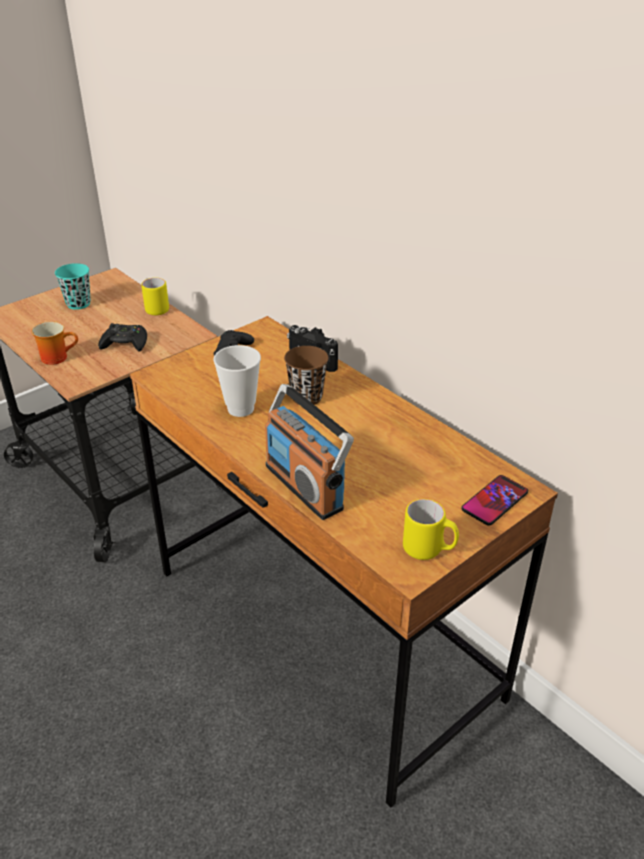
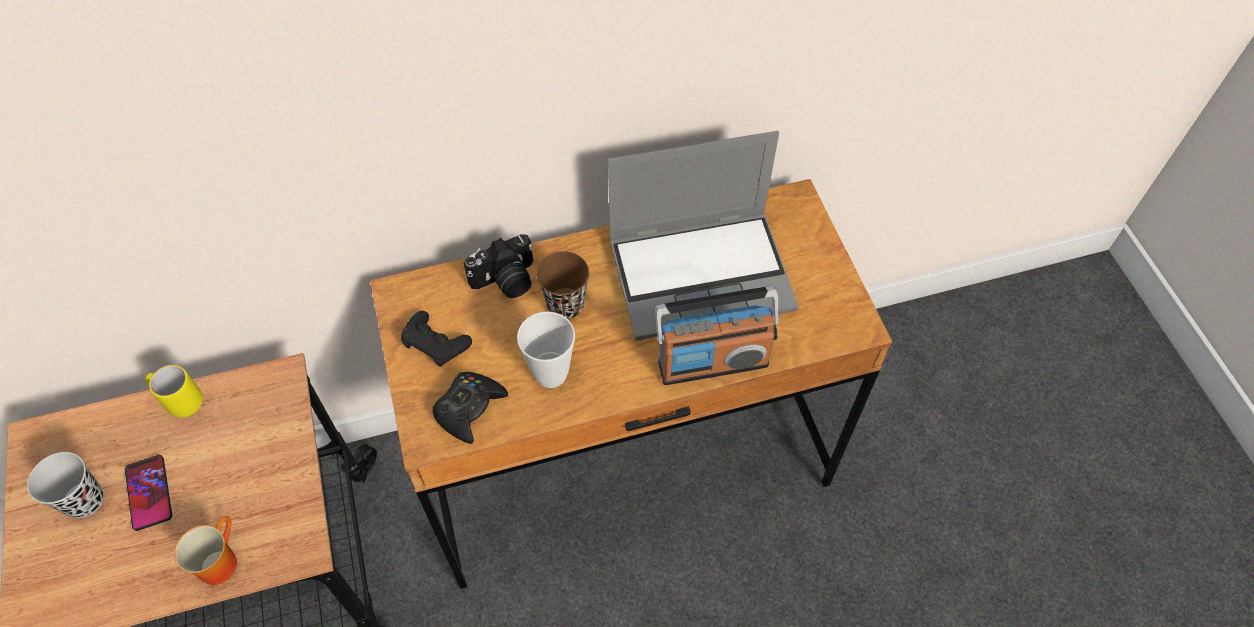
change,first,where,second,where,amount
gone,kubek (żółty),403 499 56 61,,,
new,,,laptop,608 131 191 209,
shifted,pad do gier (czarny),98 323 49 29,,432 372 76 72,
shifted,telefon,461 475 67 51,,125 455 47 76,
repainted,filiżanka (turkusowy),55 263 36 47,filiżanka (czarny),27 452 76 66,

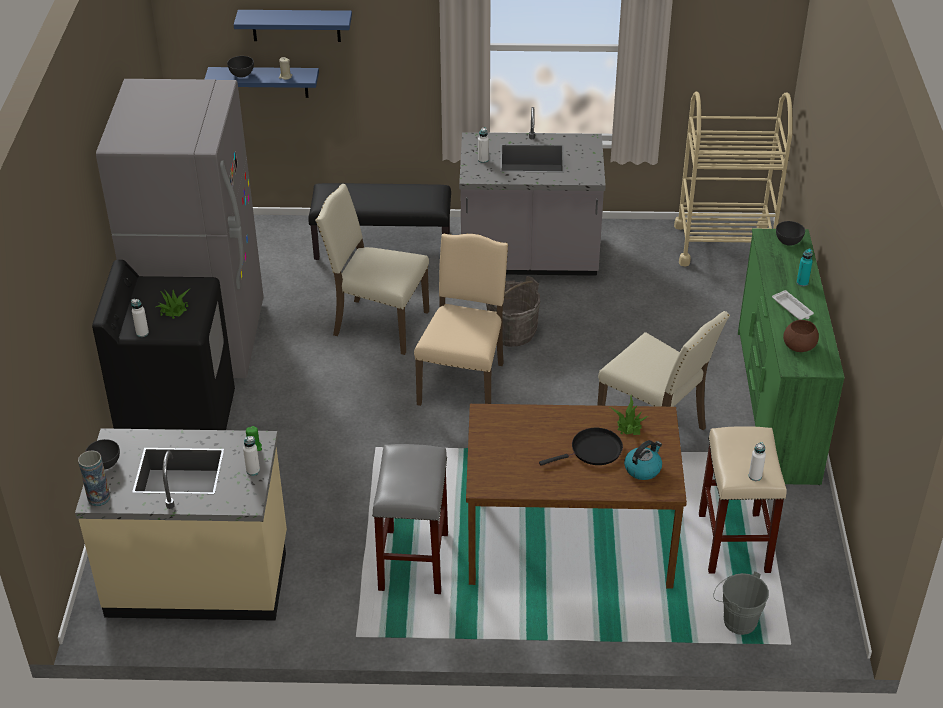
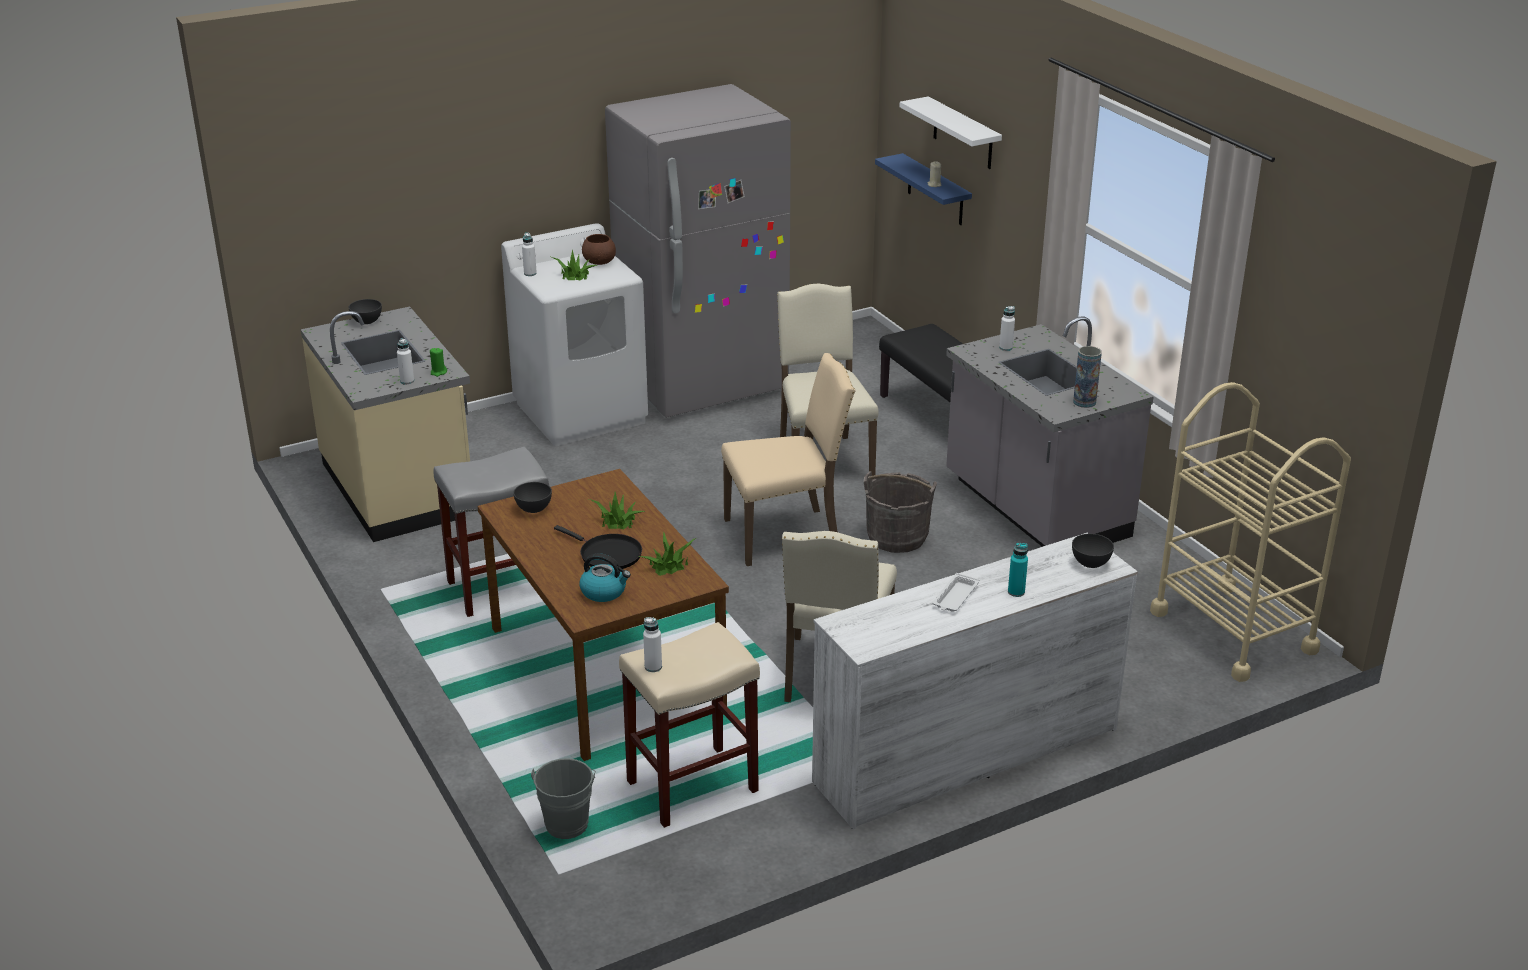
change,first,where,second,where,amount
new,,,roślina doniczkowa,589 492 57 37,
shifted,wazon,78 450 32 56,,1073 346 29 62,
shifted,miska (szary),227 56 27 22,,513 482 39 31,
shifted,miska (brązowy),783 320 36 32,,582 234 34 31,
repainted,pralka (czarny),92 260 143 170,pralka (biały),501 223 147 223,
repainted,półka (niebieski),234 10 118 32,półka (biały),899 96 103 73,
repainted,komoda (zielony),738 229 107 256,komoda (biały),812 533 326 296,

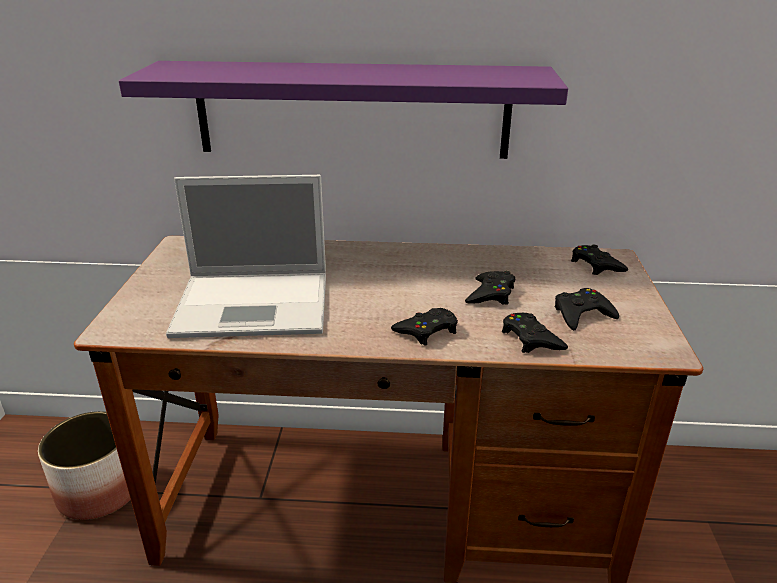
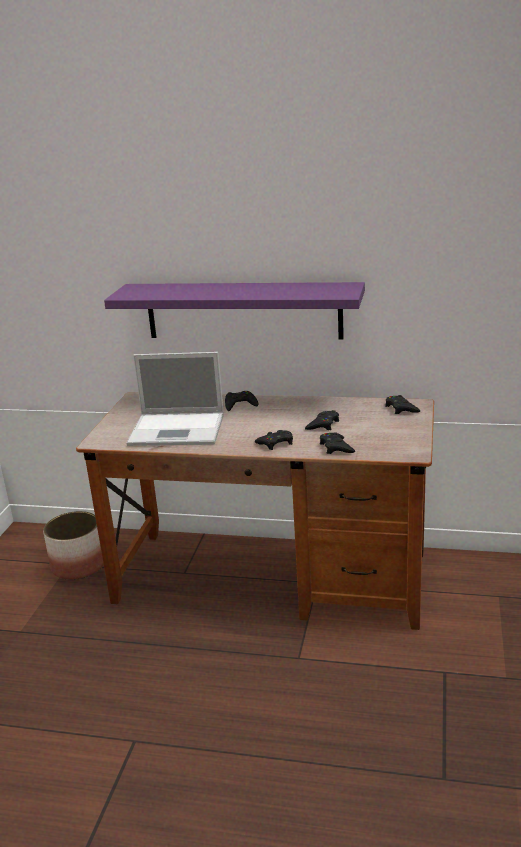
change,first,where,second,where,amount
shifted,pad do gier (czarny),555 288 64 42,,225 391 33 20,

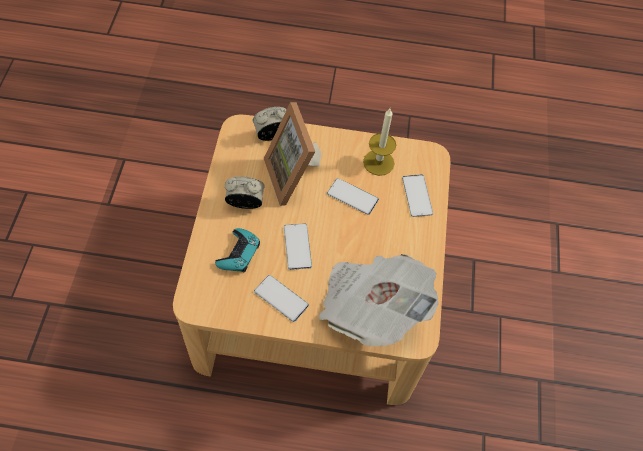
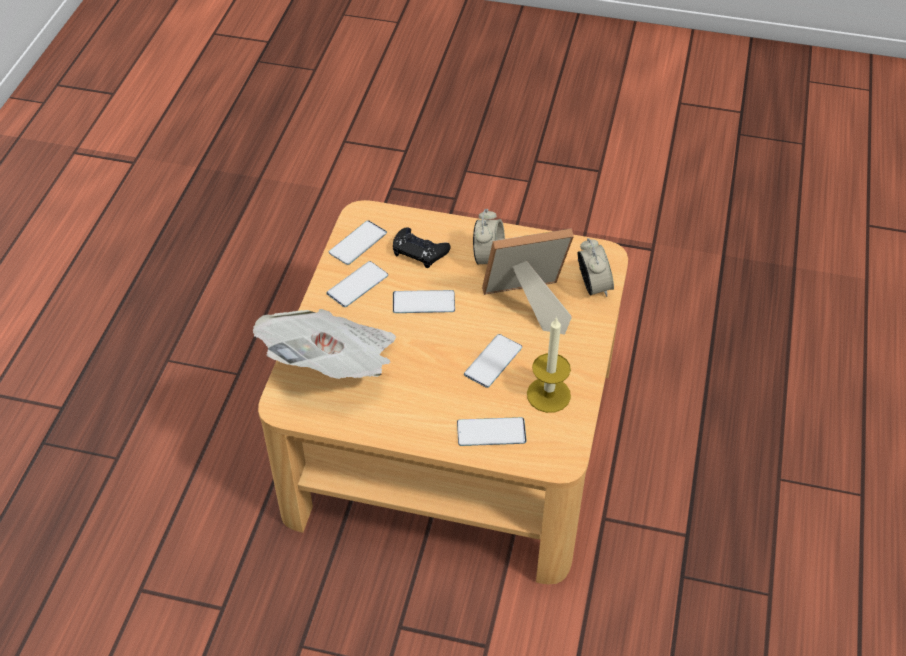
change,first,where,second,where,amount
new,,,telefon,329 221 58 44,
repainted,pad do gier (turkusowy),215 228 45 44,pad do gier (czarny),393 228 58 40,

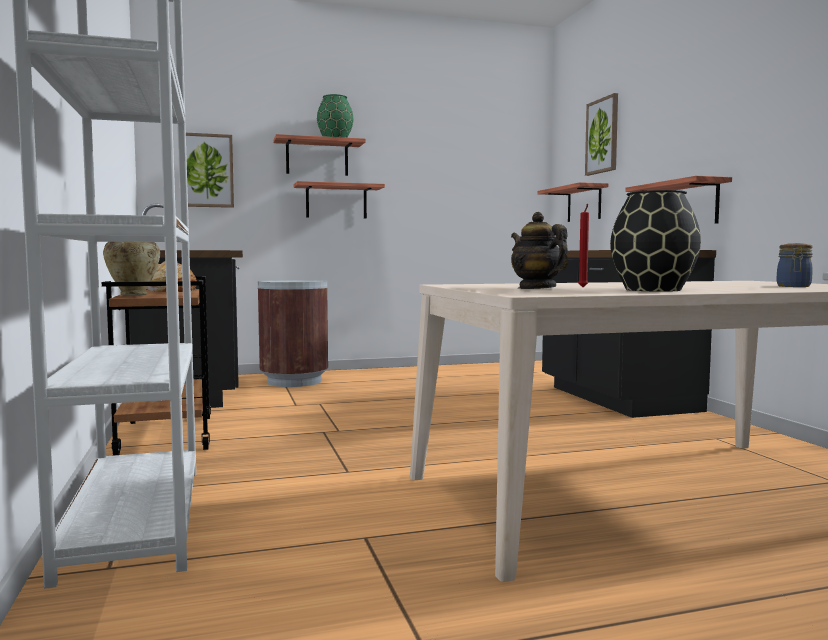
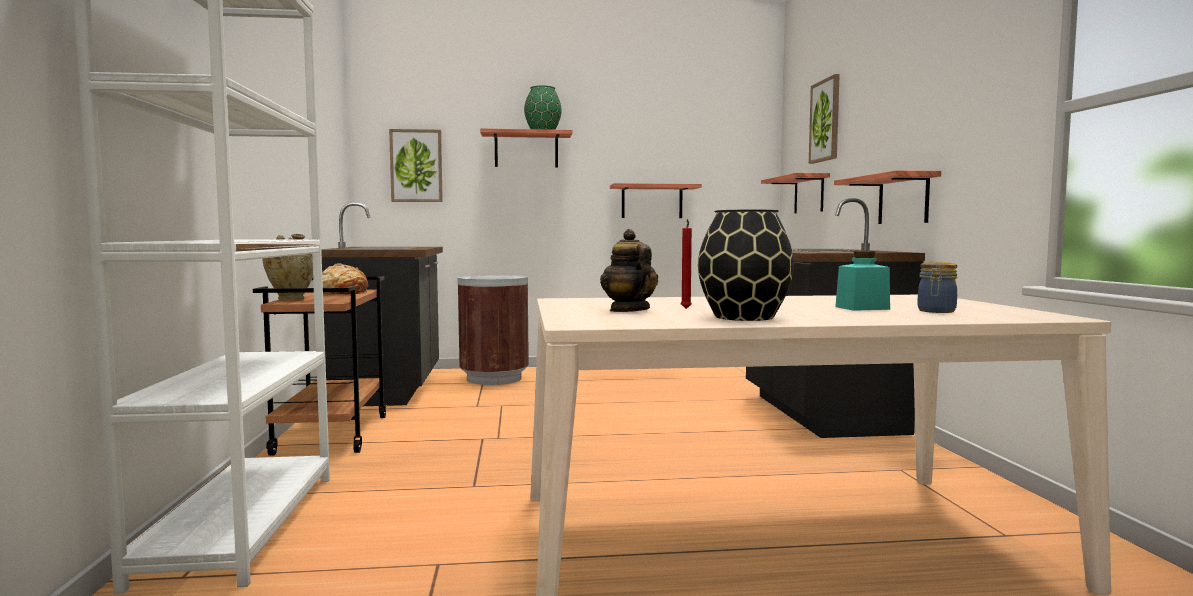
change,first,where,second,where,amount
new,,,słoik (turkusowy),835 251 55 60,
shifted,półka,294 181 91 38,,610 183 92 35,

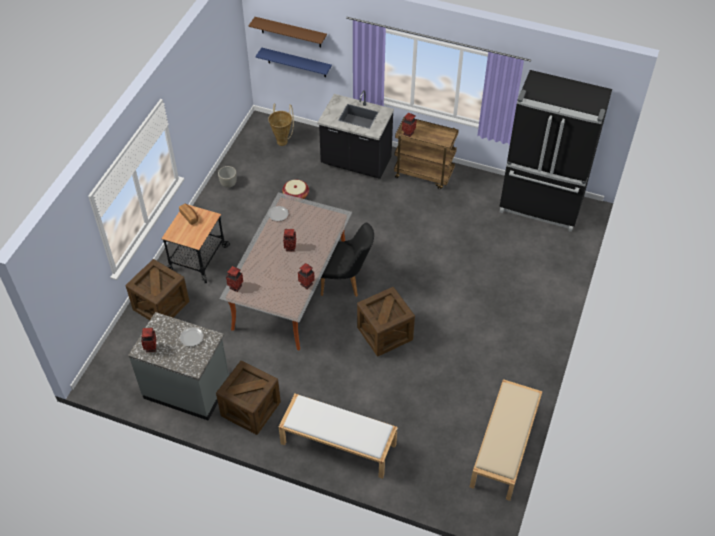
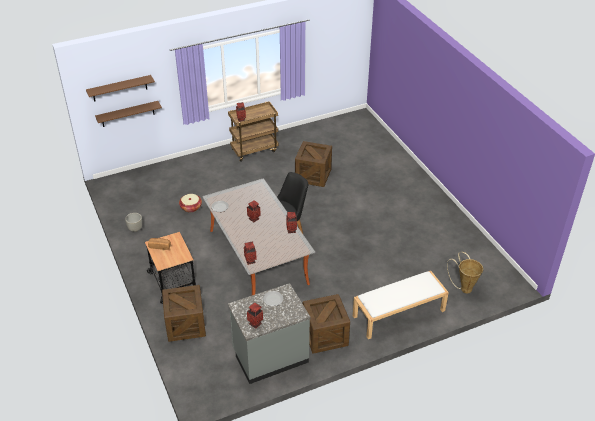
change,first,where,second,where,amount
gone,zabudowa kuchenna (czarny),317 90 77 89,,,
gone,ławka (beżowy),470 379 73 122,,,
gone,lodówka (czarny),500 70 112 162,,,
shifted,koszyk,268 103 26 43,,447 252 36 41,
shifted,skrzynka,357 287 58 69,,295 141 37 46,
repainted,półka (niebieski),256 48 76 29,półka (brązowy),95 101 67 26,

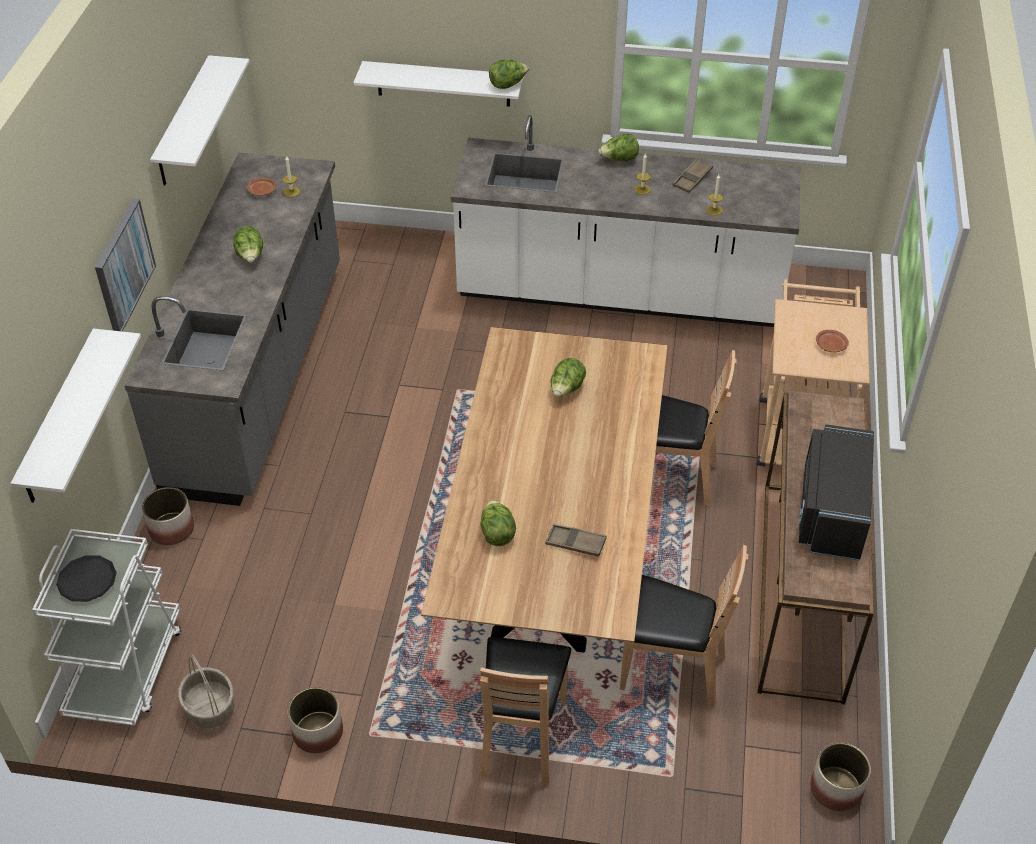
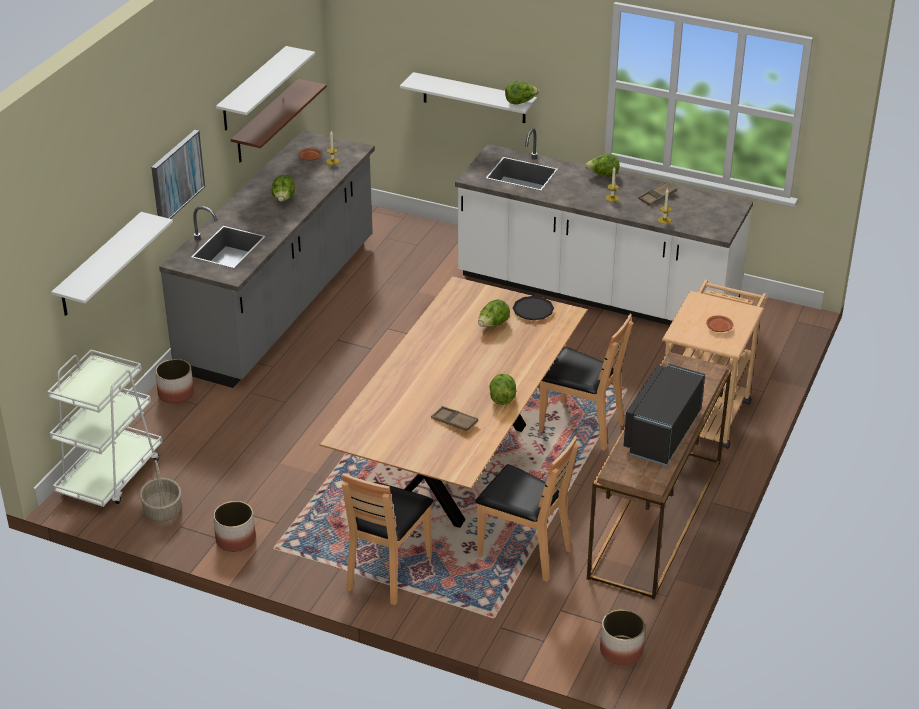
change,first,where,second,where,amount
new,,,półka (brązowy),231 79 96 83,
shifted,talerz (czarny),56 556 61 46,,513 296 41 24,
shifted,sałata,480 500 36 46,,490 373 26 32,

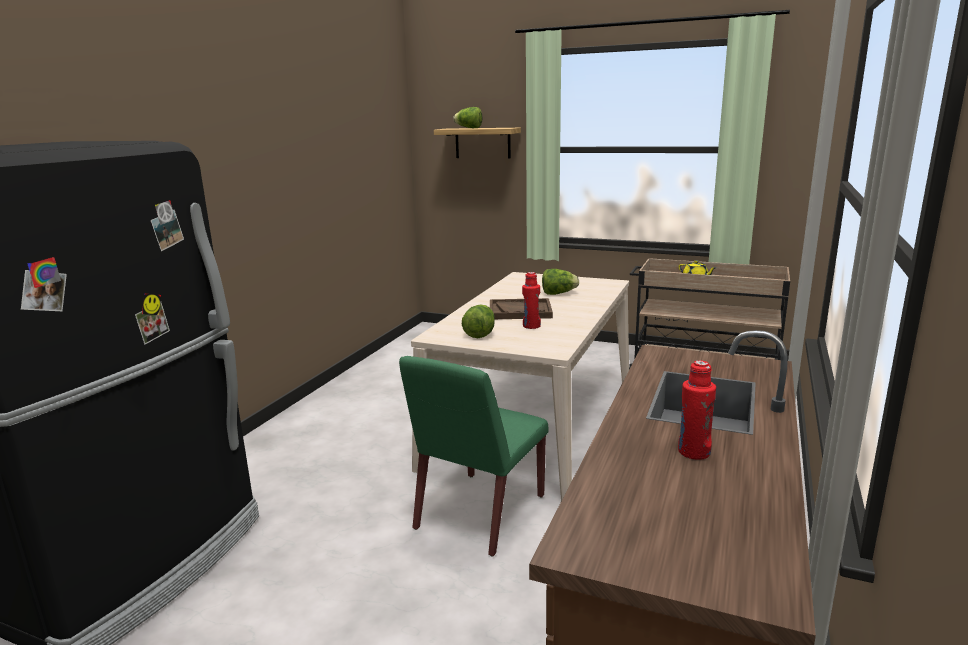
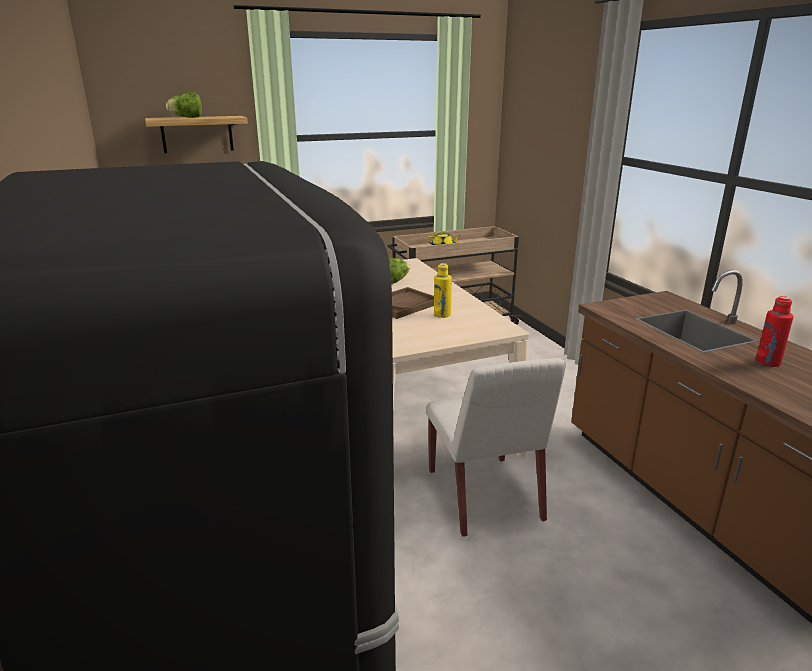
change,first,where,second,where,amount
gone,sałata,462 304 33 34,,,
repainted,krzesło (zielony),399 356 150 201,krzesło (biały),426 358 140 179,
repainted,butelka (czerwony),522 272 19 57,butelka (żółty),434 263 18 55,

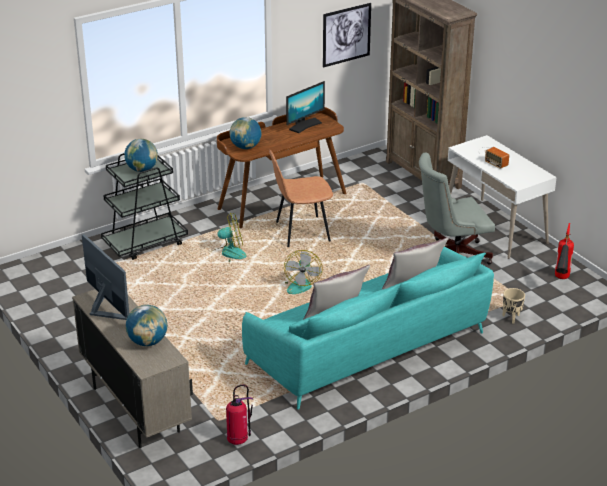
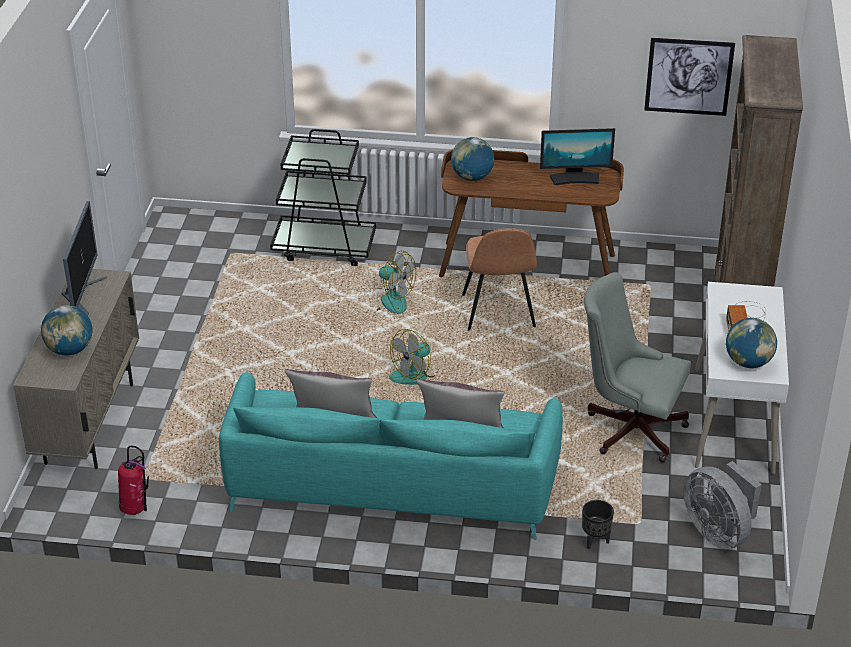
change,first,where,second,where,amount
shifted,globus,124 139 34 33,,726 318 51 50,
swapped,gaśnica,555 223 19 56,wentylator (szary),683 461 79 88,
repainted,donica (beżowy),503 288 22 36,donica (czarny),582 500 32 49,
rotated,krzesło (brązowy),269 150 64 97,,462 228 75 102,120 degrees counterclockwise

